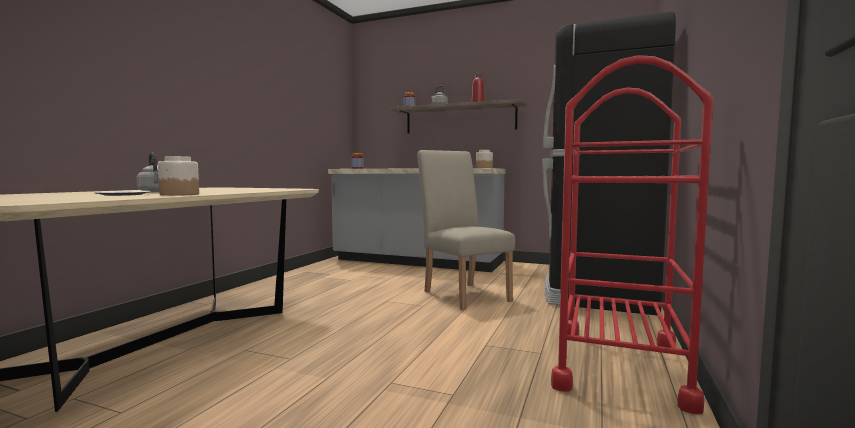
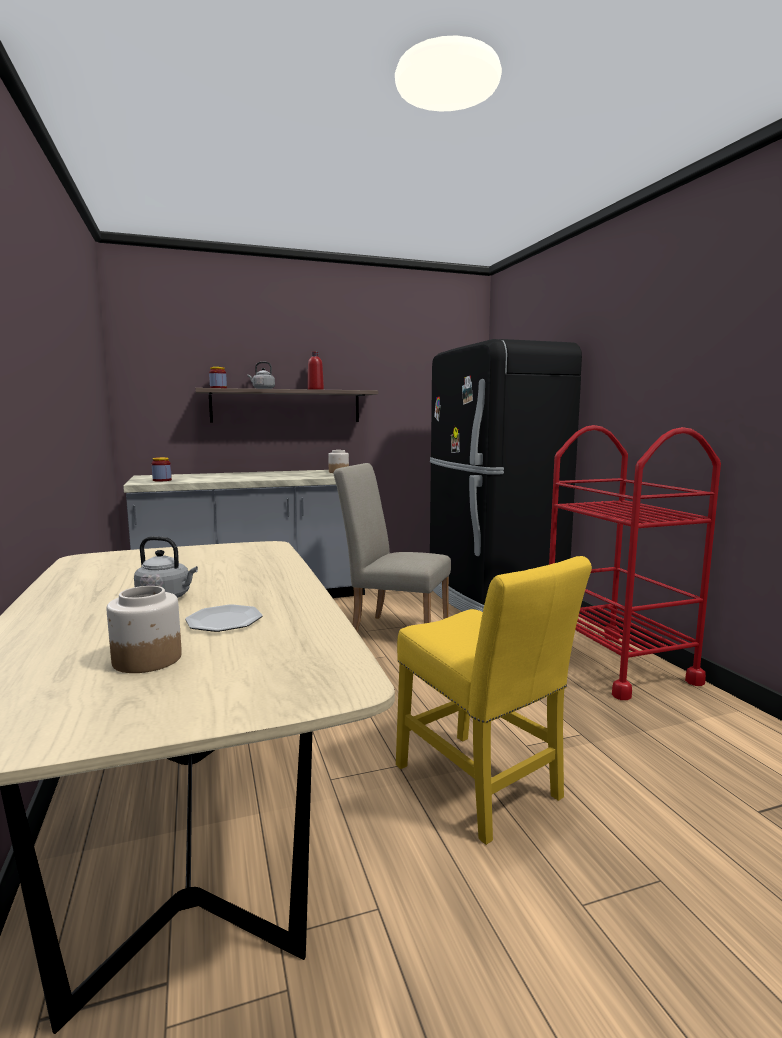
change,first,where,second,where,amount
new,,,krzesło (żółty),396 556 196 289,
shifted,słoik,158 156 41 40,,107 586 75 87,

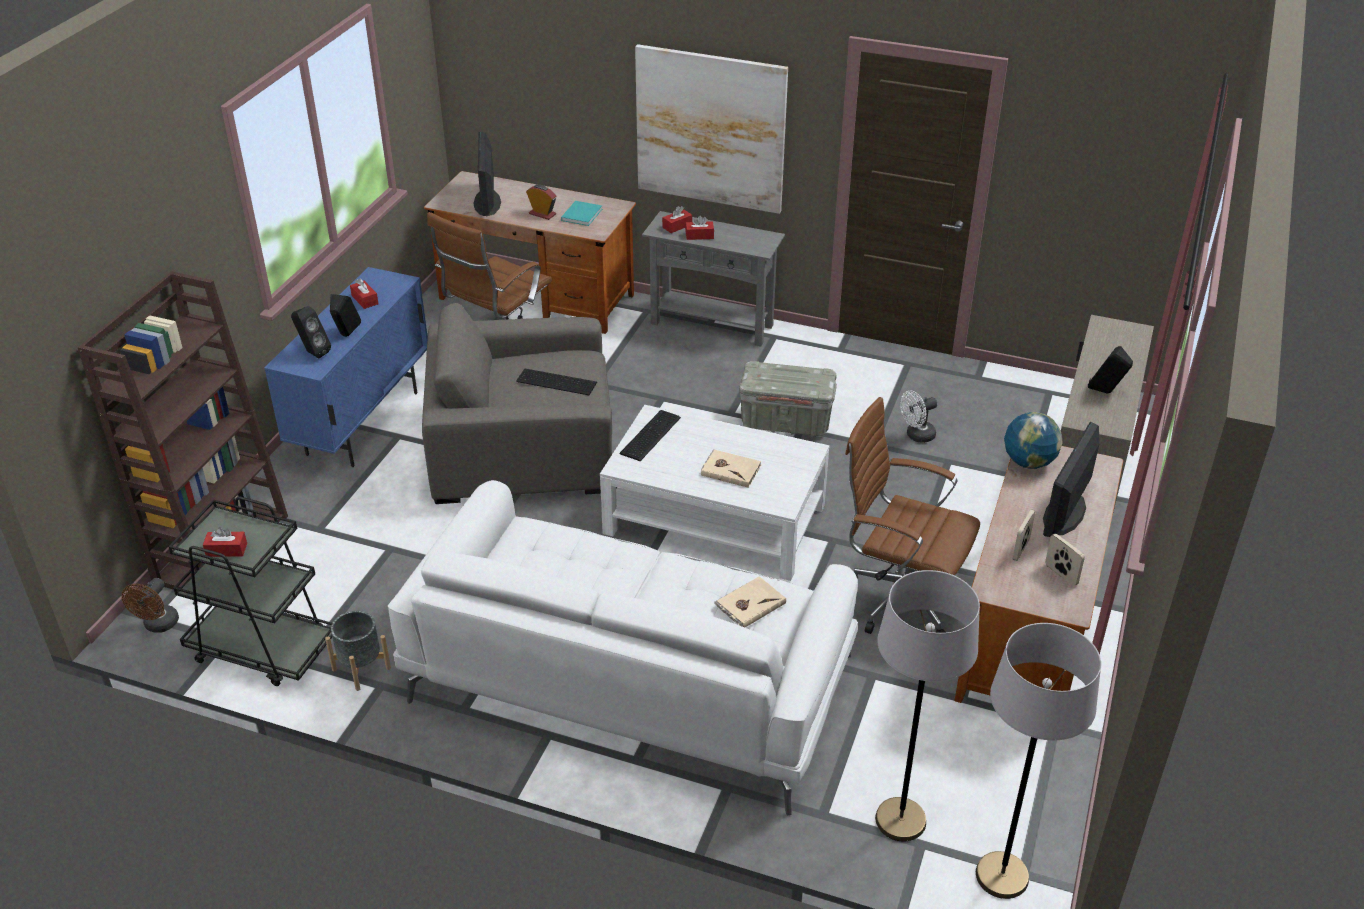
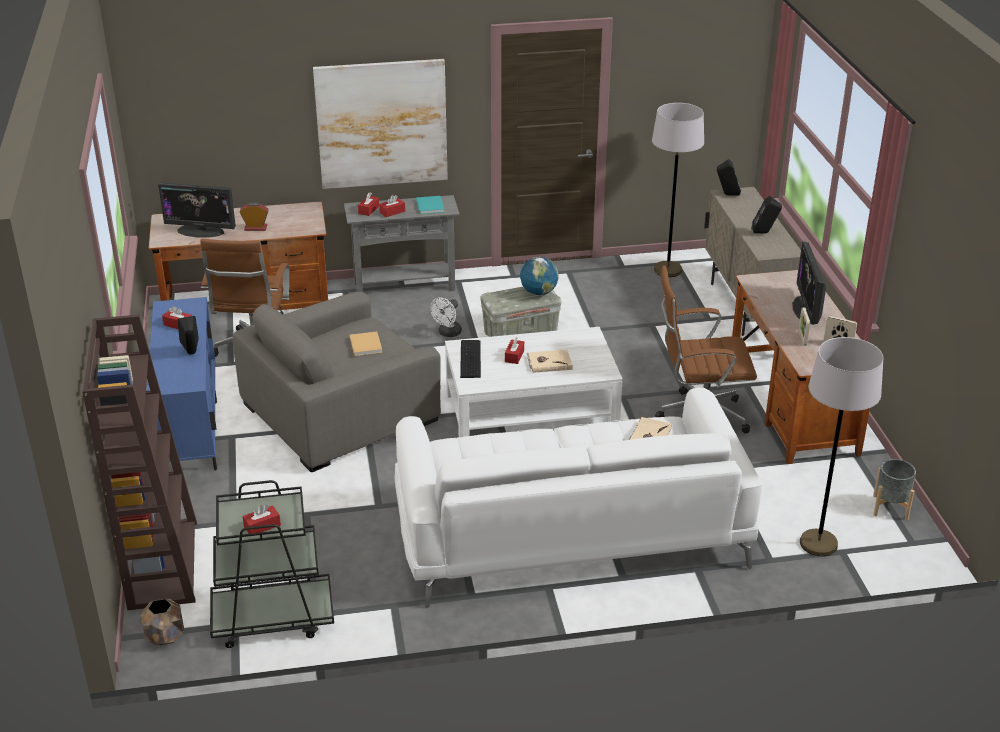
change,first,where,second,where,amount
new,,,pudełko chusteczek (czerwony),505 337 19 27,
shifted,głośnik (czarny),291 306 40 52,,717 159 24 37,
shifted,donica (szary),325 611 66 80,,873 459 43 61,
shifted,książka (turkusowy),561 201 41 25,,416 196 28 18,
shifted,wentylator (biały),900 390 37 53,,430 297 32 40,
shifted,lampa stojąca (szary),976 623 125 276,,652 103 52 174,
shifted,globus,1004 412 59 57,,520 257 39 38,
swapped,wentylator (brązowy),122 578 57 55,donica (brązowy),141 599 43 46,
swapped,klawiatura,517 369 80 26,książka (beżowy),350 332 32 24,
rotated,monitor,473 132 28 84,,158 183 78 55,45 degrees counterclockwise

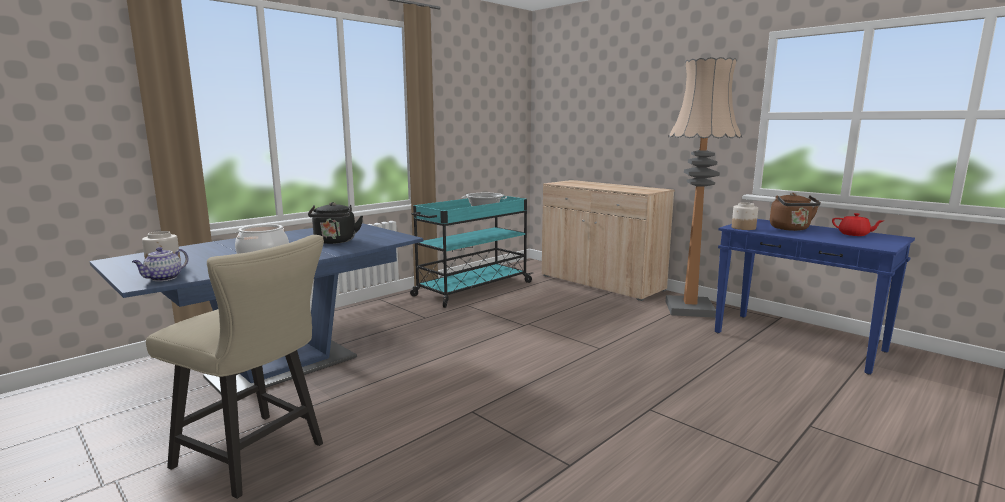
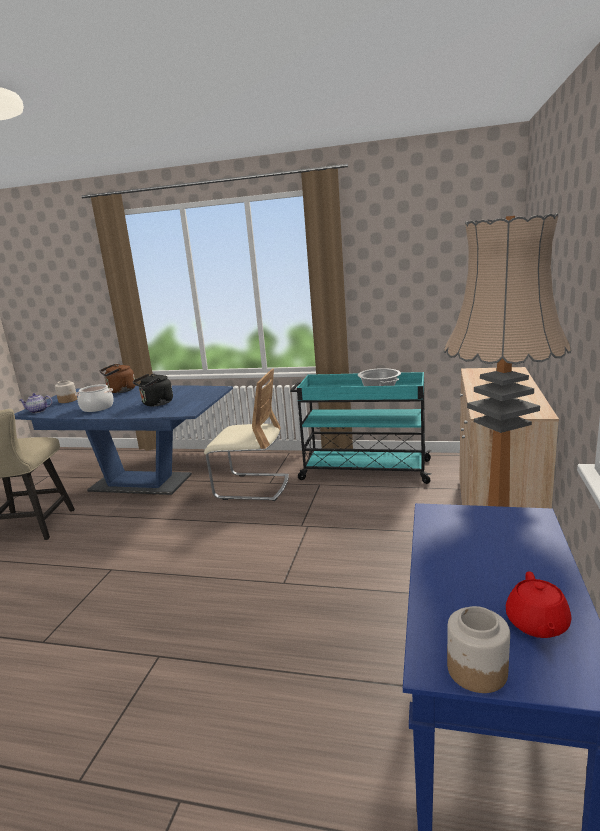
change,first,where,second,where,amount
new,,,krzesło (beżowy),204 369 85 132,
shifted,słoik,732 202 26 28,,447 606 63 87,
shifted,czajnik (brązowy),770 193 51 38,,99 364 36 29,

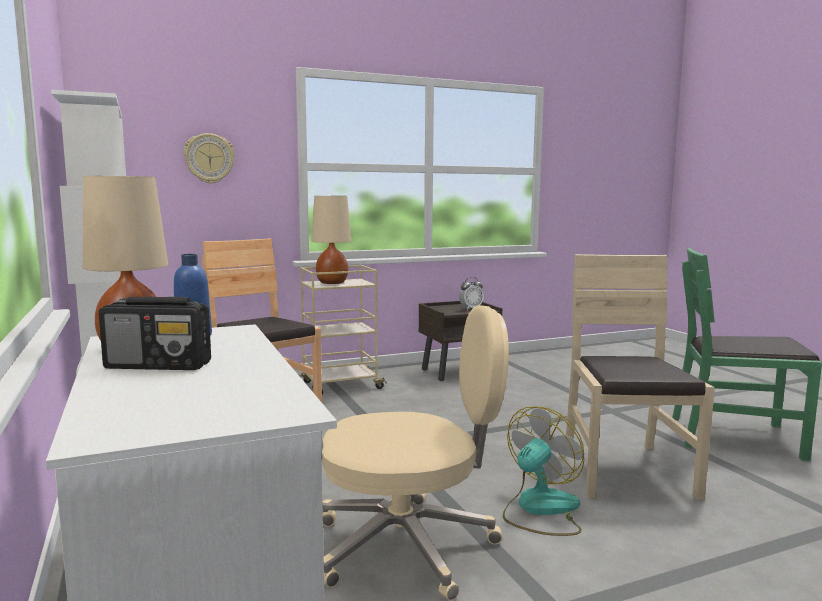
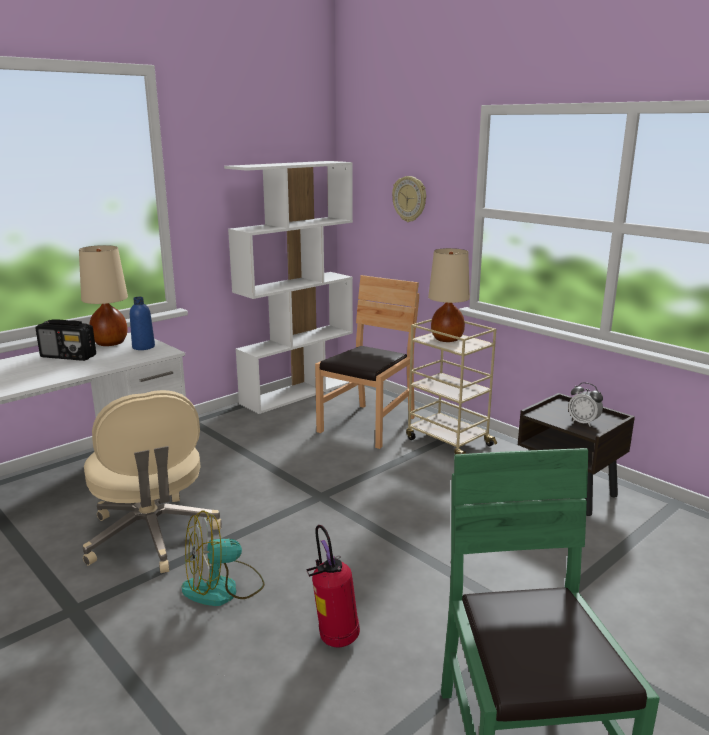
change,first,where,second,where,amount
swapped,krzesło (beżowy),566 254 149 246,gaśnica,307 525 53 123,
rotated,radio,99 297 112 73,,35 319 61 42,60 degrees counterclockwise
rotated,wentylator,503 406 81 130,,181 510 84 96,135 degrees clockwise

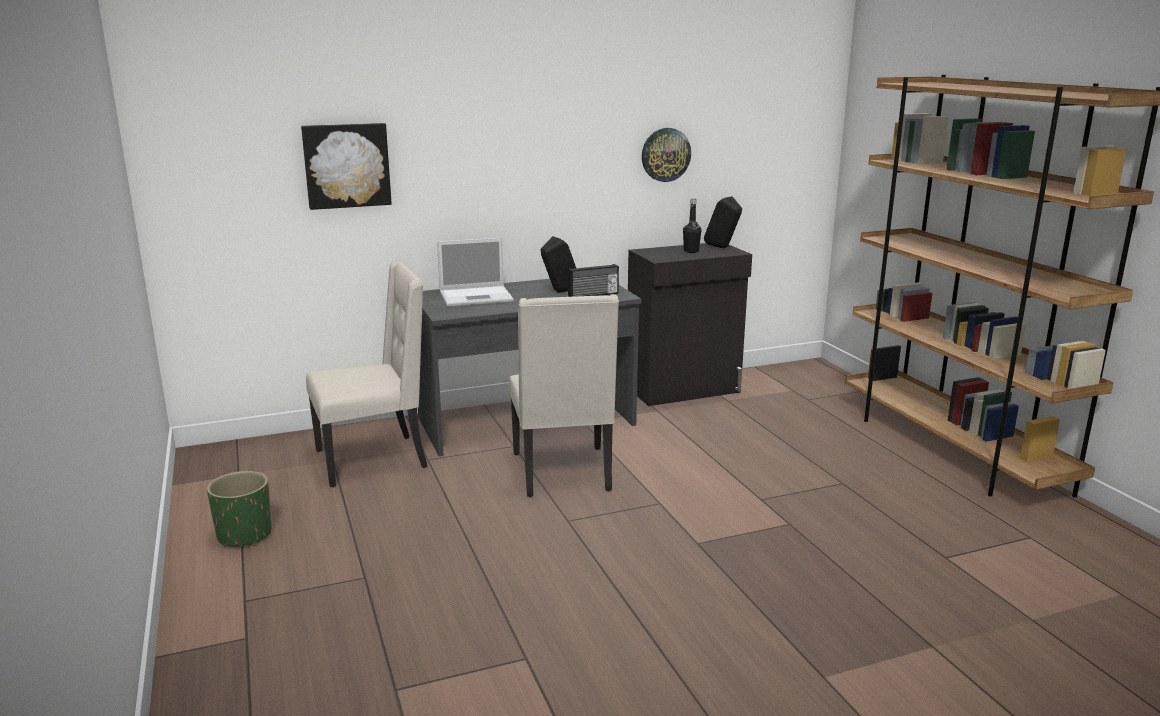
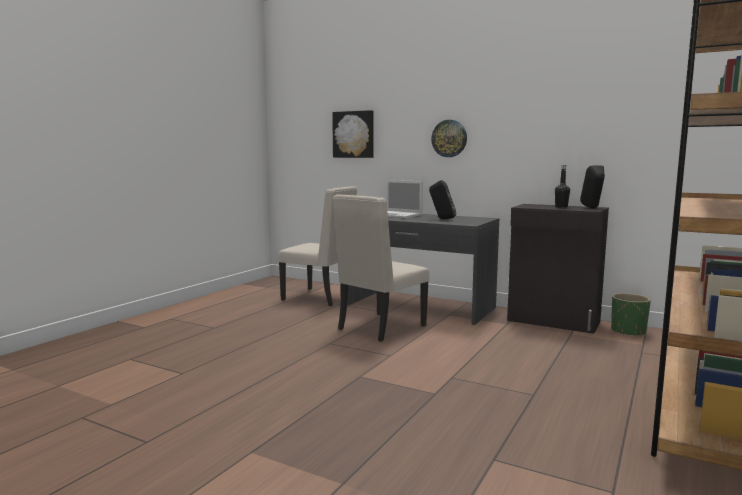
change,first,where,second,where,amount
gone,radio,568 264 51 33,,,
shifted,donica (zielony),207 471 65 76,,611 293 40 44,
shifted,zegar ścienny,642 128 49 54,,431 120 36 37,

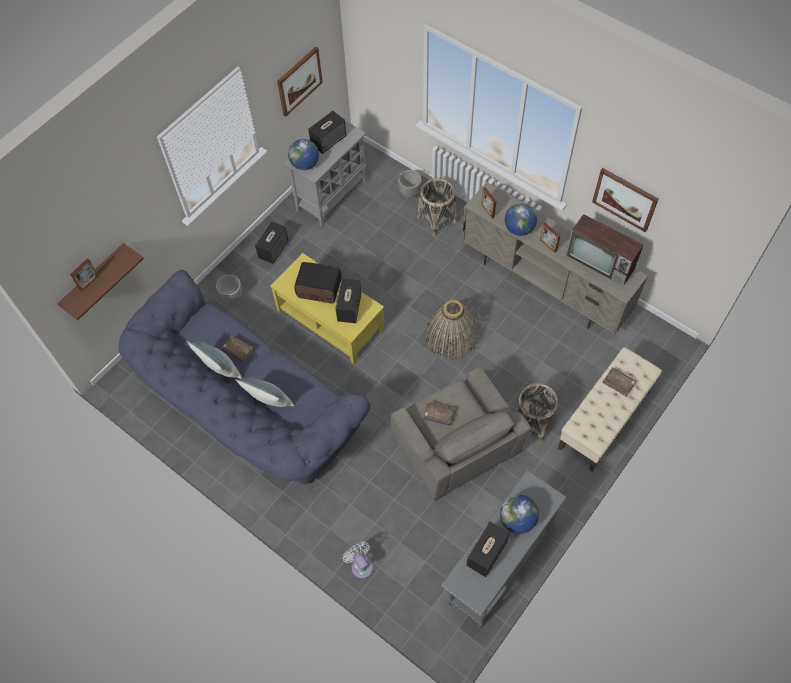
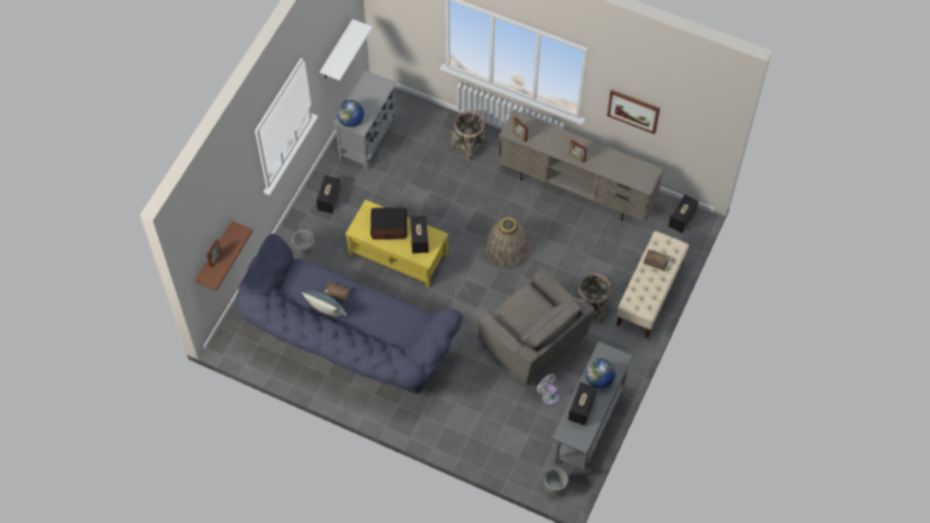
change,first,where,second,where,amount
gone,poduszka,235 378 59 29,,,
gone,książka (brązowy),424 401 31 25,,,
gone,globus,505 203 32 33,,,
gone,telewizor,566 214 77 72,,,
shifted,głośnik,308 111 38 43,,668 194 30 39,
shifted,wentylator (biały),343 542 30 37,,537 374 23 32,
shifted,donica,398 170 24 28,,544 468 24 27,
swapped,obraz,277 47 46 70,półka (biały),320 19 53 62,

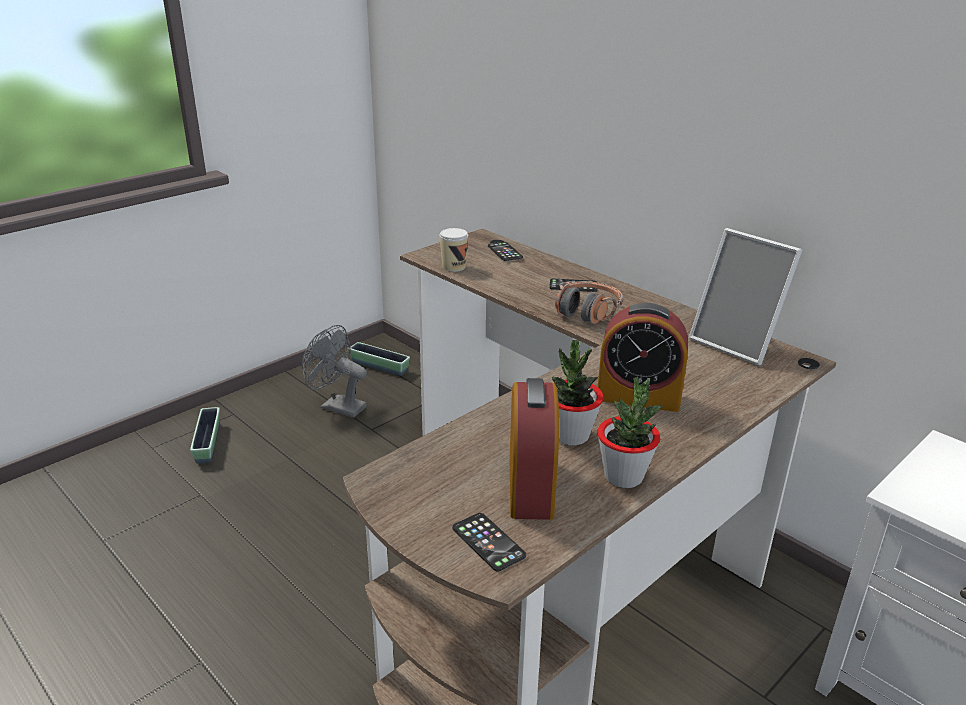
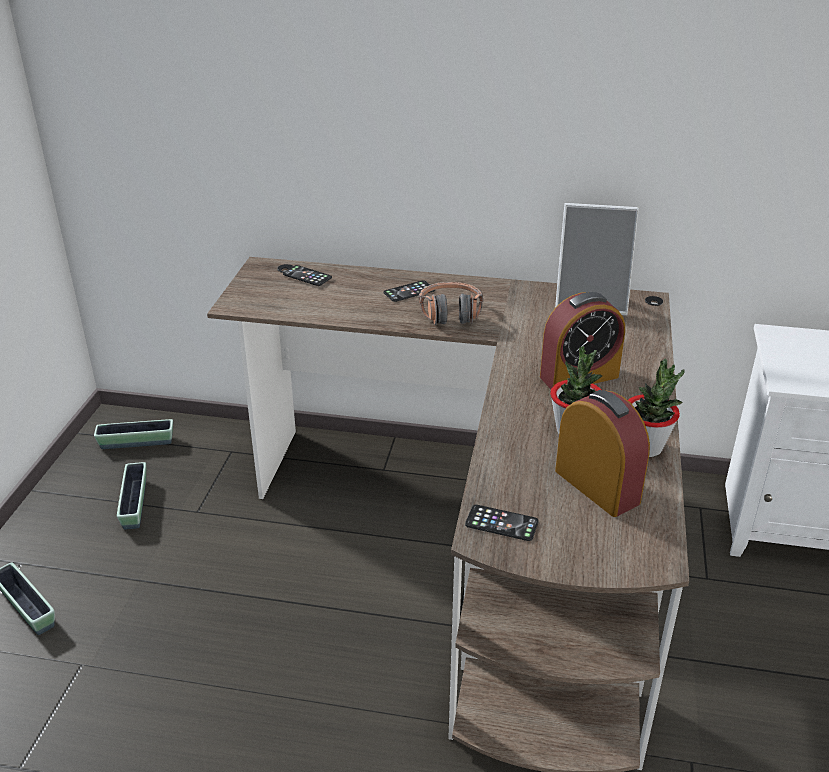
change,first,where,second,where,amount
gone,filiżanka,439 228 29 44,,,
shifted,telefon,452 513 74 58,,465 505 74 36,
swapped,wentylator (szary),302 325 65 93,donica,117 462 29 68,

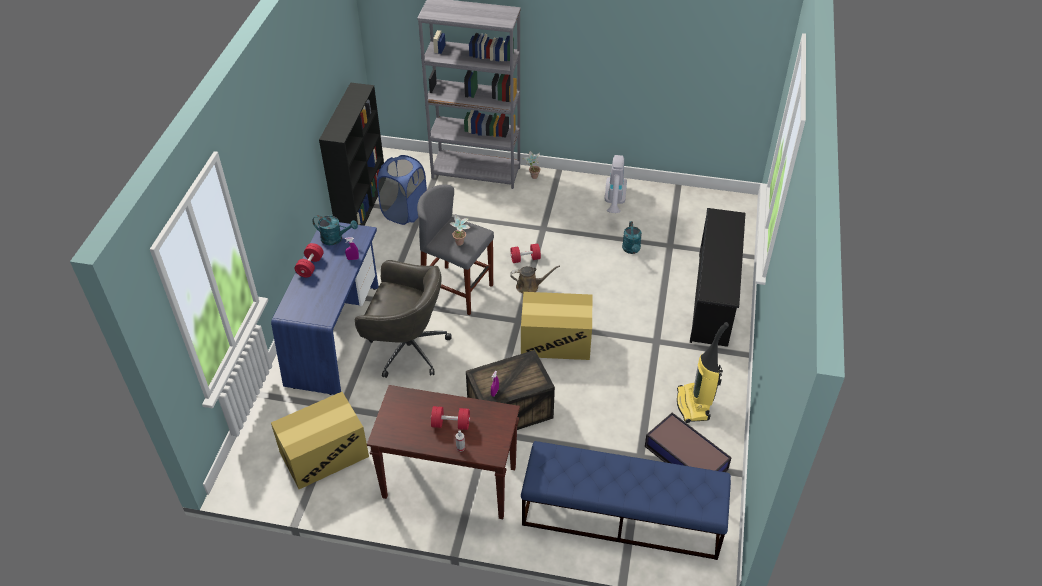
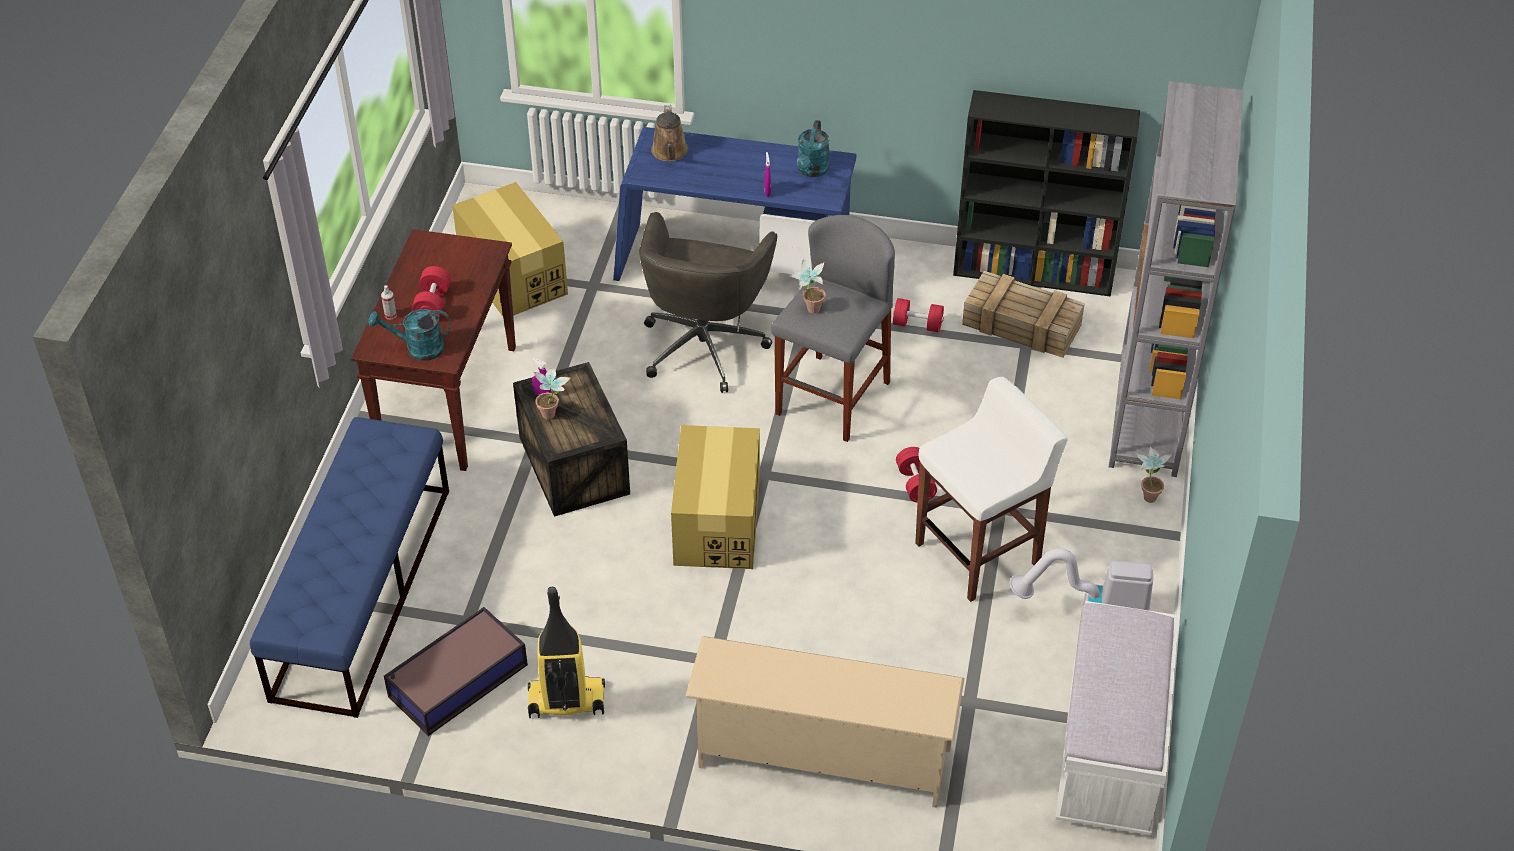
change,first,where,second,where,amount
new,,,roślina doniczkowa,534 368 37 51,
new,,,stołek (biały),915 377 153 225,
new,,,ławka (biały),1056 601 123 234,
shifted,hantel (czerwony),295 243 29 35,,893 298 51 34,
shifted,konewka (brązowy),510 266 50 28,,651 105 37 56,
shifted,konewka (turkusowy),622 221 20 33,,368 309 83 52,
swapped,kosz na pranie (niebieski),377 155 50 70,skrzynka,962 271 123 87,
repainted,regał na buty (czarny),690 208 55 139,regał na buty (beżowy),685 636 280 172,

